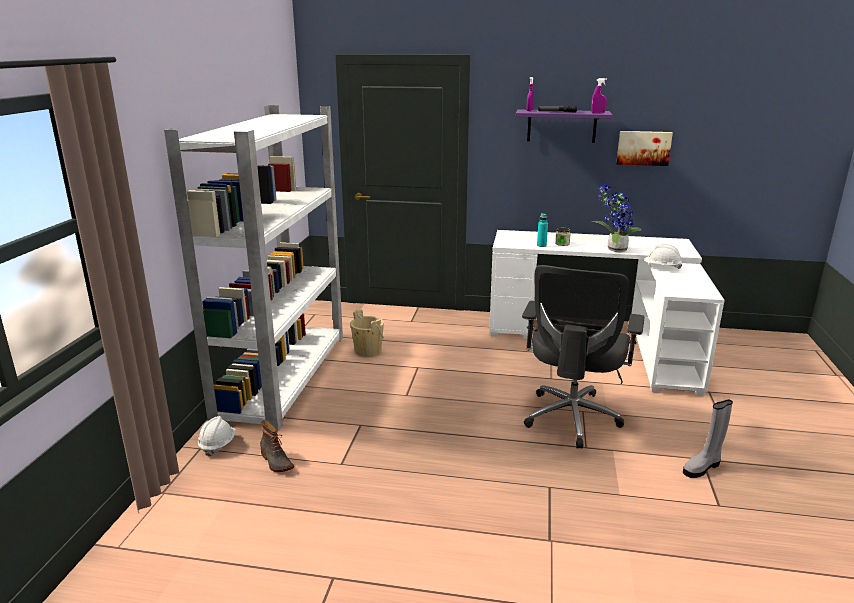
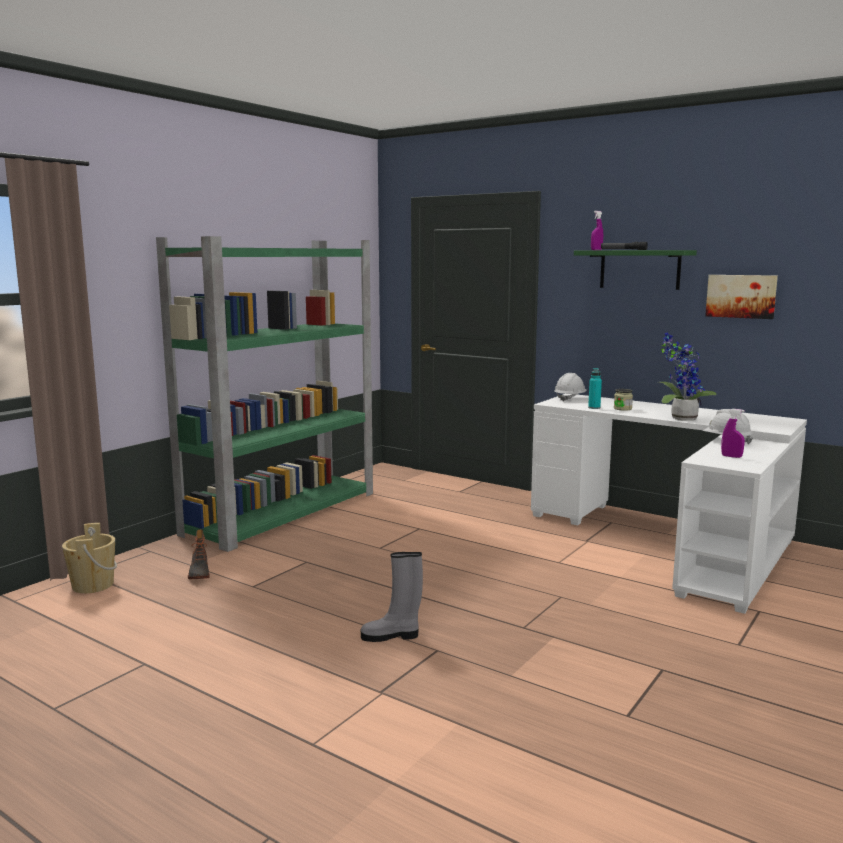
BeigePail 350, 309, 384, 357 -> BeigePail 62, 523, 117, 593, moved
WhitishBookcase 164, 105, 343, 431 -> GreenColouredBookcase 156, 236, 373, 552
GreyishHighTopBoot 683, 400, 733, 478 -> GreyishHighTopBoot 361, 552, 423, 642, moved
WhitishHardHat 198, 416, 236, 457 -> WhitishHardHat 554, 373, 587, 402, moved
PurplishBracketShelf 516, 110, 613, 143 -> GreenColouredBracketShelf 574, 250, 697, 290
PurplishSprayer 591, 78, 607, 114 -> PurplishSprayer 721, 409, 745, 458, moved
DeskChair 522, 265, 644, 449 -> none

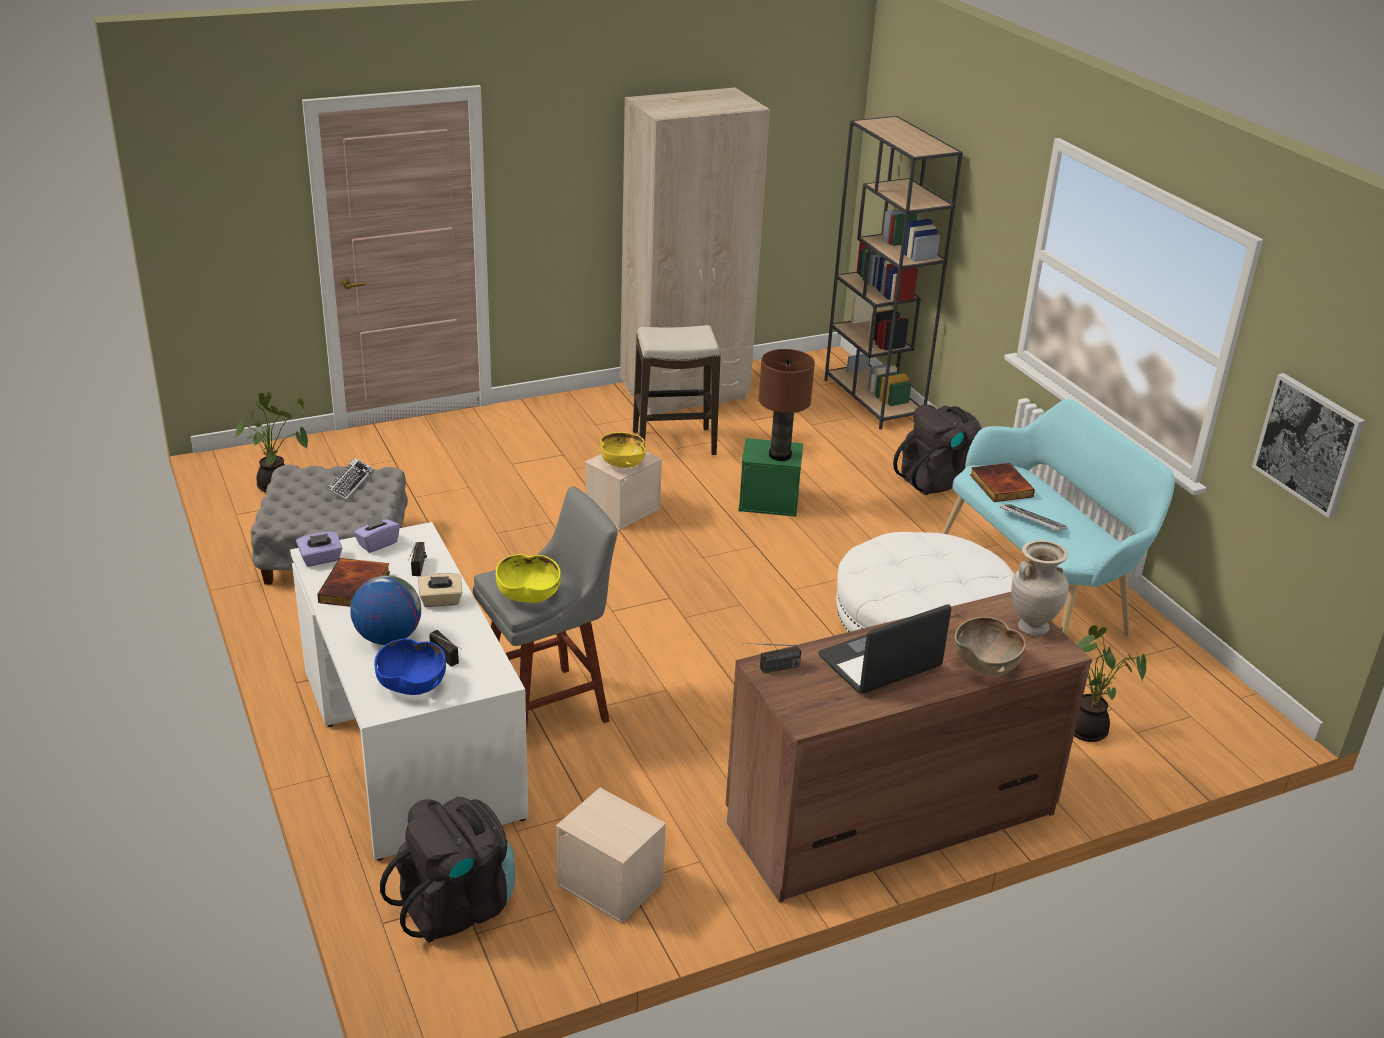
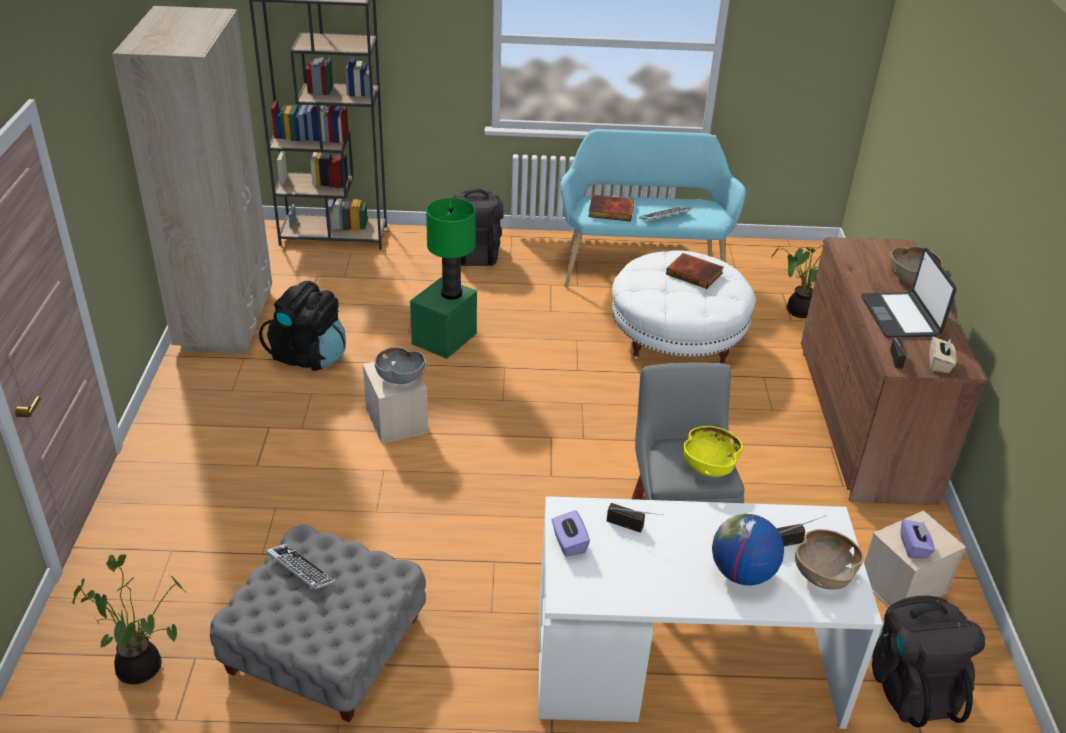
SittingStool 633, 325, 721, 455 -> BlackKnapsack 259, 281, 346, 371
YellowDeepDish 600, 432, 646, 468 -> GreyishDeepDish 375, 347, 425, 384
BrownishTableLamp 759, 349, 815, 461 -> GreenColouredTableLamp 426, 198, 476, 300
BoundBook 317, 558, 390, 607 -> BoundBook 666, 253, 723, 289, moved
BlueColouredDeepDish 374, 639, 446, 695 -> BrownishDeepDish 795, 529, 864, 590
PurplishBoxOfTissues 296, 531, 342, 567 -> PurplishBoxOfTissues 900, 519, 935, 558, moved
BeigeBoxOfTissues 418, 573, 462, 607 -> BeigeBoxOfTissues 929, 337, 957, 373, moved
BeigeDecorativeVase 1012, 540, 1069, 636 -> none
WallPicture 1252, 373, 1365, 518 -> none

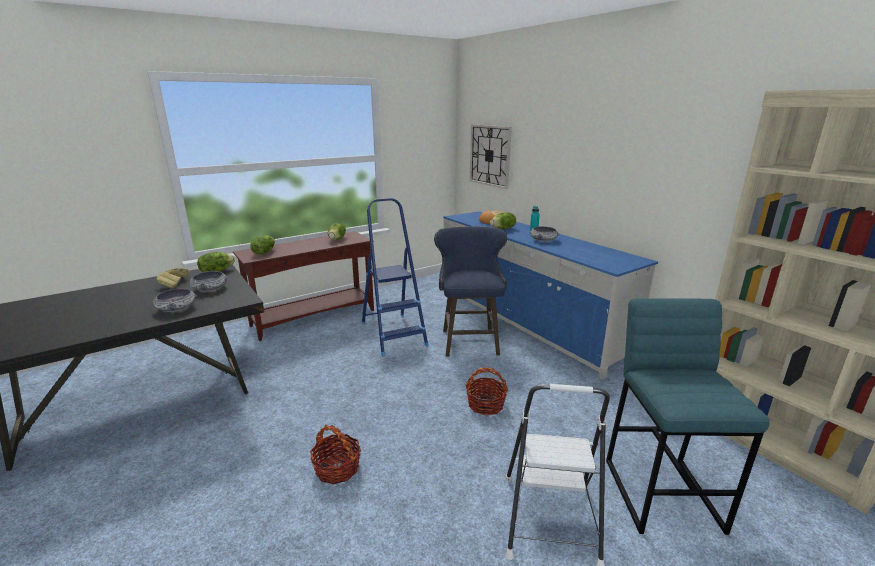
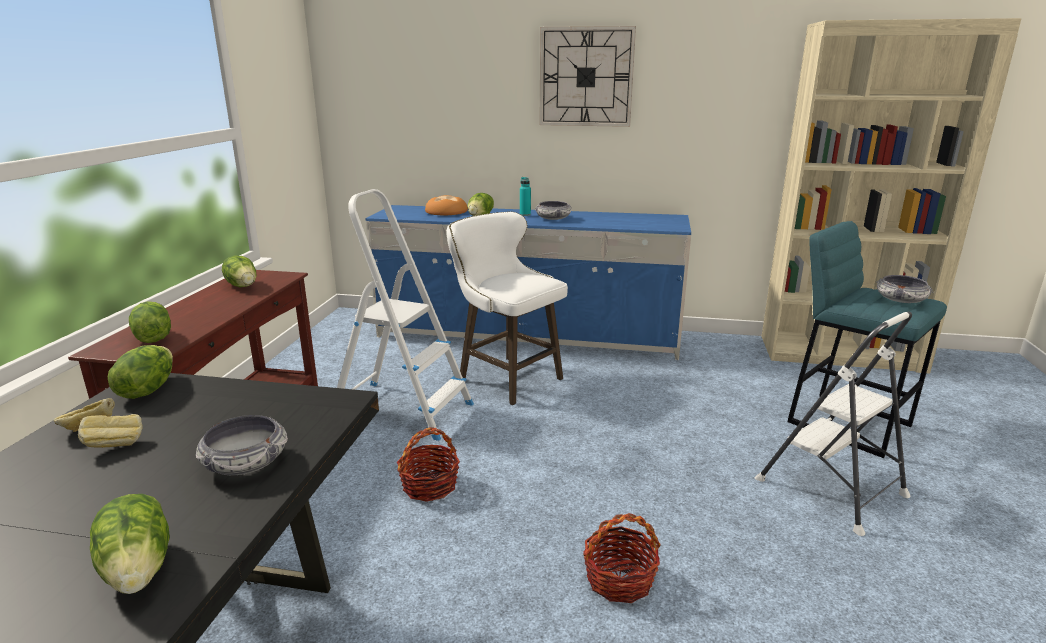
none -> HeadOfLettuce 90, 494, 170, 594
BlueColouredStepladder 362, 198, 428, 356 -> WhitishStepladder 337, 189, 474, 441
Basket 465, 367, 508, 415 -> Basket 397, 427, 460, 502, moved
BlueColouredSittingStool 434, 226, 507, 357 -> WhitishSittingStool 446, 212, 568, 405
HangingClock 470, 124, 512, 189 -> HangingClock 539, 26, 636, 127, moved
DeepDish 190, 271, 227, 291 -> DeepDish 876, 275, 933, 303, moved

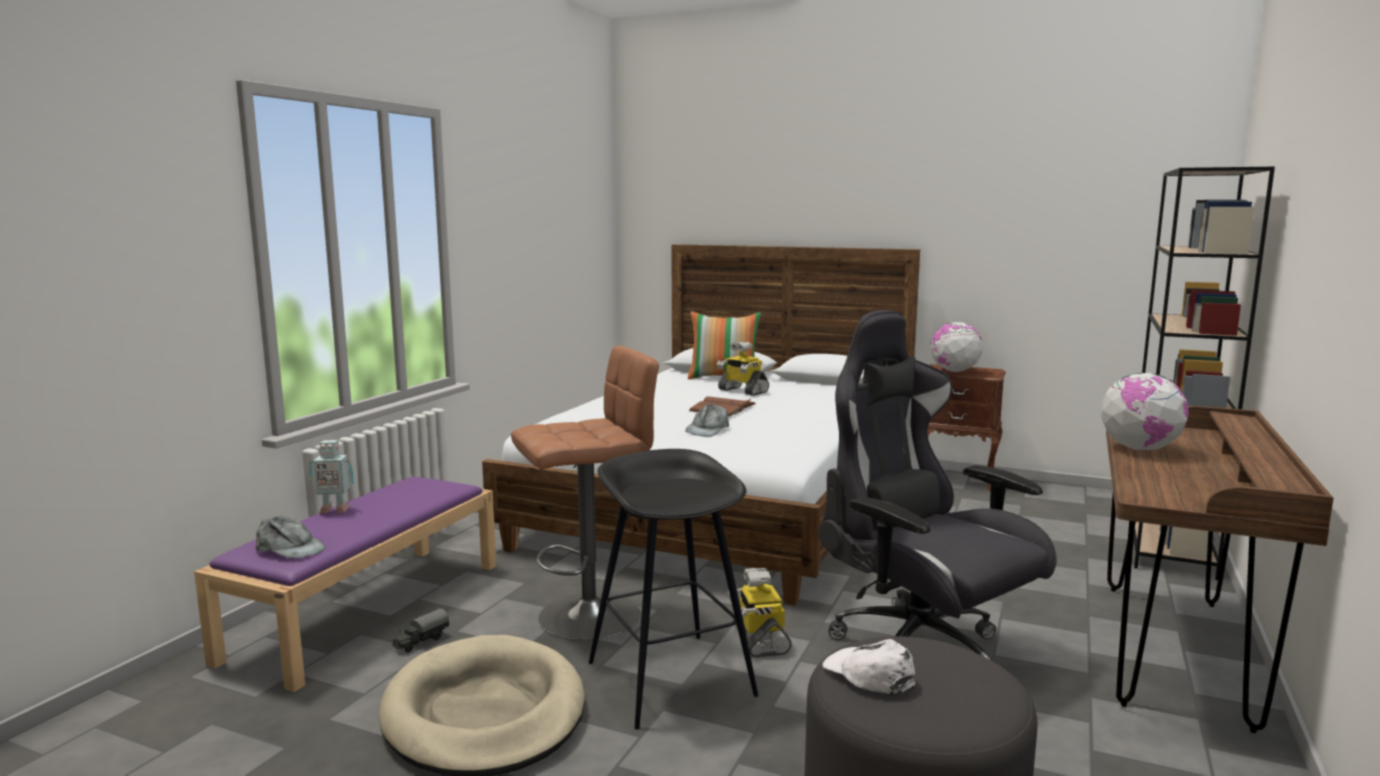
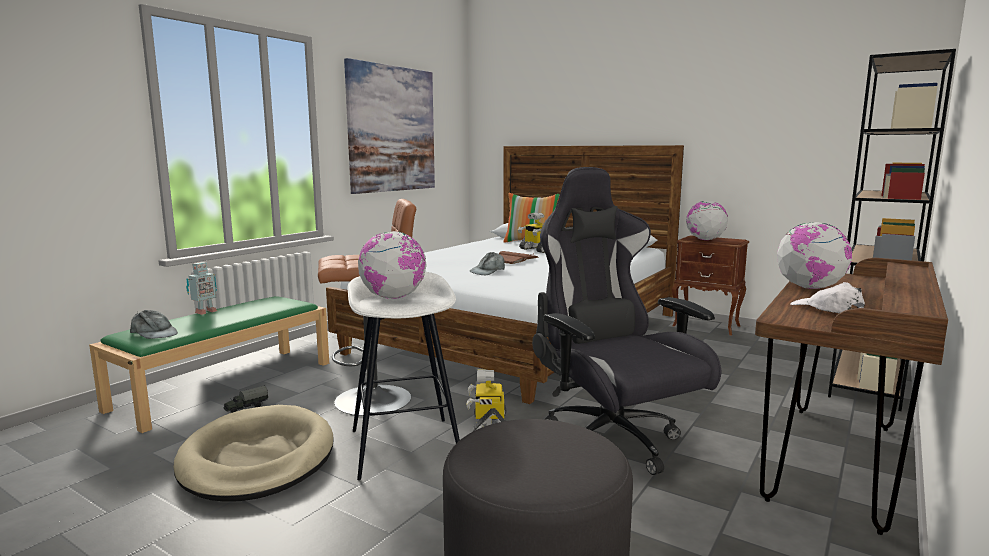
PurplishBench 194, 477, 496, 692 -> GreenColouredBench 89, 296, 329, 433
RobotFigure 309, 440, 353, 513 -> RobotFigure 186, 262, 217, 315, 60 degrees counterclockwise
none -> WallPicture 344, 58, 435, 194
BlackSittingStool 589, 449, 758, 730 -> WhitishSittingStool 348, 272, 460, 480
none -> DeskGlobe 358, 231, 427, 299
WhitishCap 822, 639, 916, 695 -> WhitishCap 790, 282, 865, 313, moved

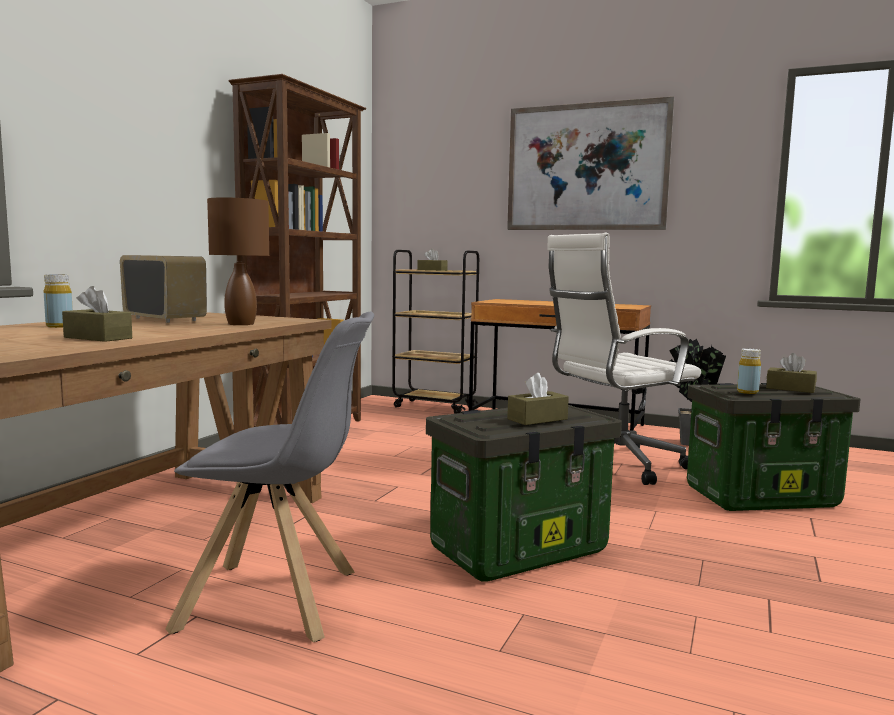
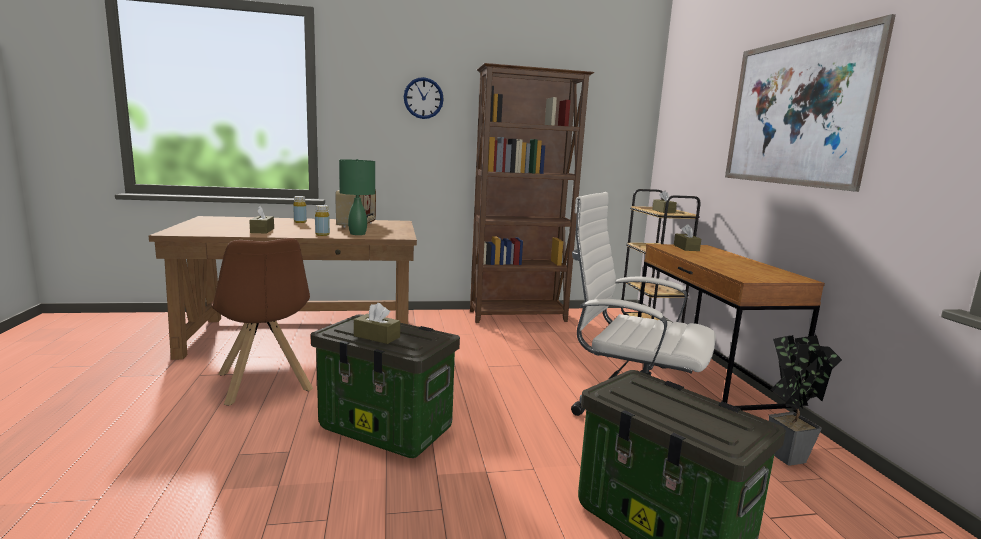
GreyishChair 165, 312, 374, 642 -> BrownishChair 211, 238, 313, 406
YellowBottle 737, 348, 761, 394 -> YellowBottle 315, 205, 330, 236, moved
BrownishTableLamp 207, 197, 269, 325 -> GreenColouredTableLamp 339, 159, 375, 235
none -> HangingClock 404, 77, 444, 119
BrownishBoxOfTissues 766, 353, 817, 393 -> BrownishBoxOfTissues 674, 224, 701, 251, moved

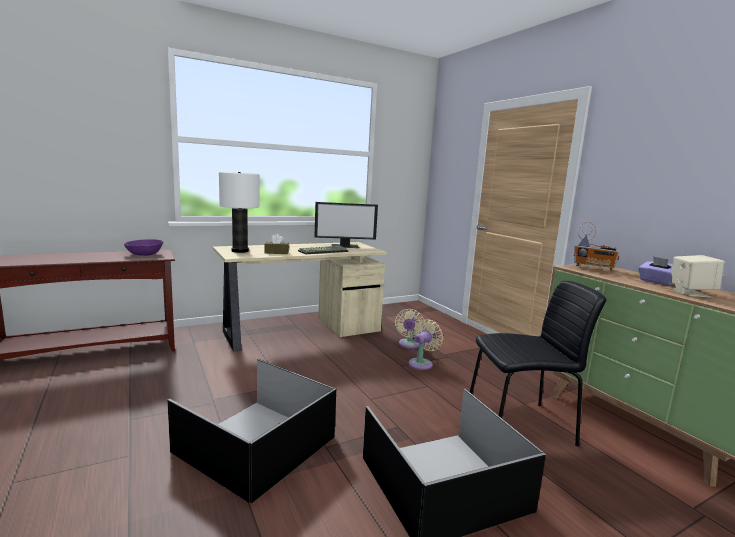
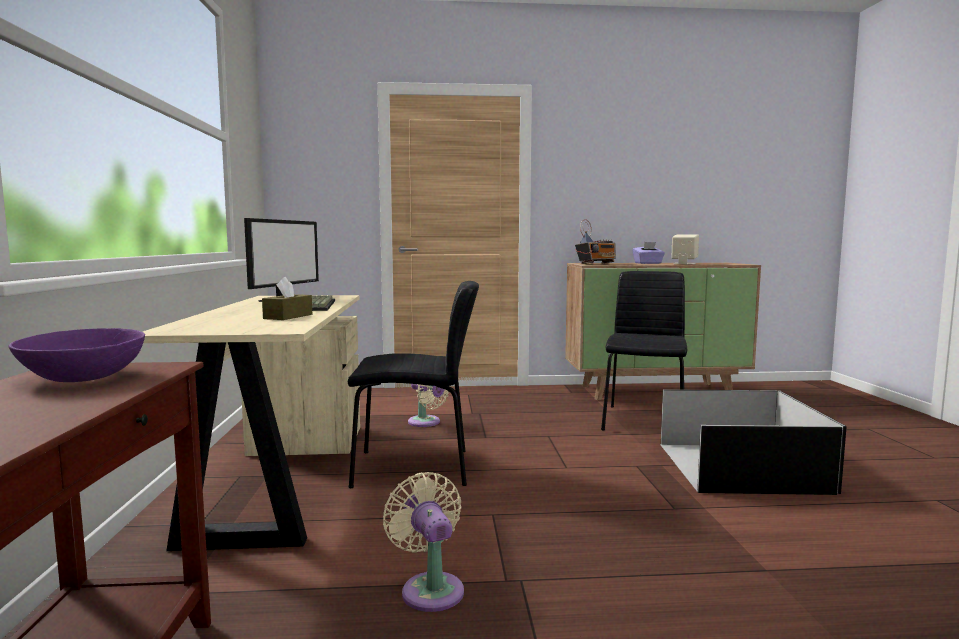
none -> BlackChair 348, 281, 479, 488
BeigeFan 409, 319, 443, 370 -> BeigeFan 383, 472, 464, 612, moved
BlackStorageBin 167, 359, 336, 503 -> none
WhitishTableLamp 219, 172, 259, 253 -> none

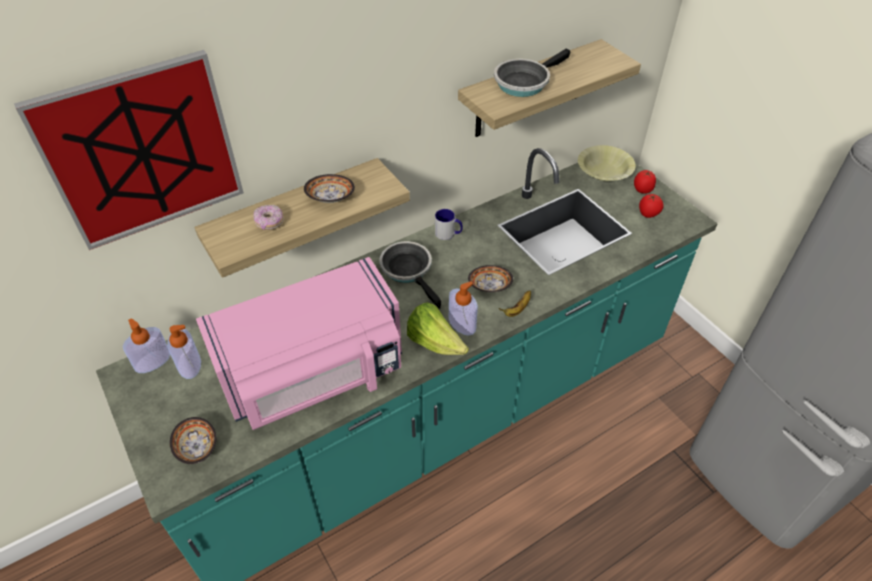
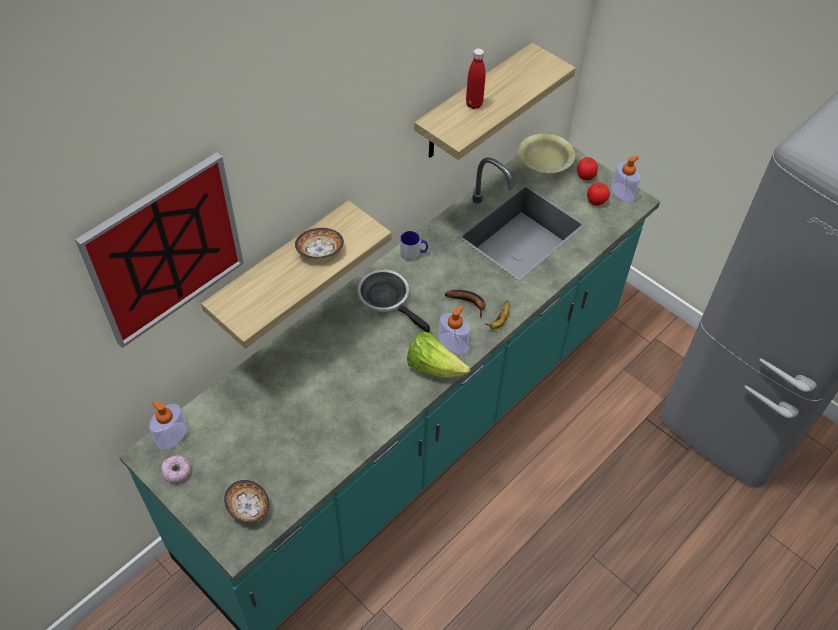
Doughnut 253, 205, 284, 230 -> Doughnut 161, 455, 191, 484, moved
DeepDish 468, 265, 513, 292 -> BananaFruit 445, 290, 486, 318
Skillet 494, 48, 570, 97 -> RedColouredBottle 466, 48, 485, 109
SoapBottle 167, 325, 201, 379 -> SoapBottle 611, 156, 640, 202, moved
PinkMicrowave 196, 257, 402, 430 -> none

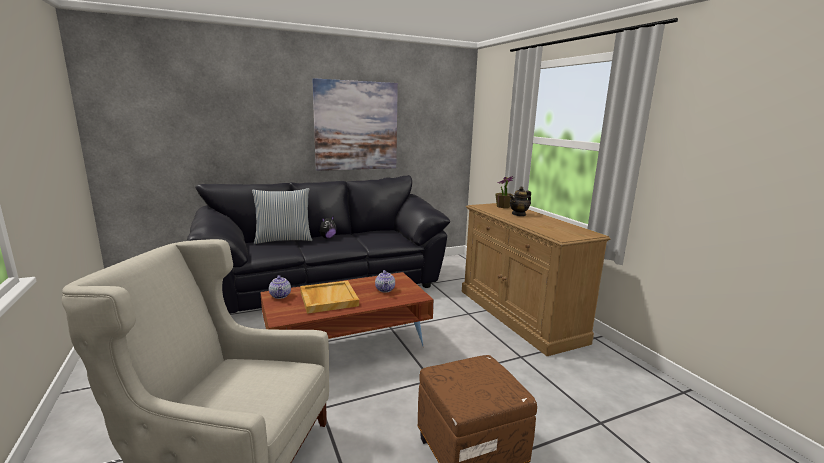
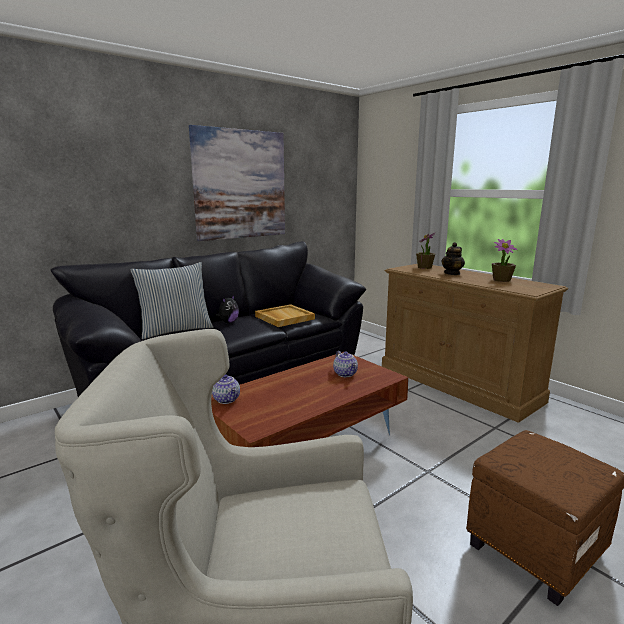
BeigeCarryingTray 300, 281, 359, 314 -> BeigeCarryingTray 255, 304, 315, 327, moved
none -> Houseplant 492, 239, 518, 282

